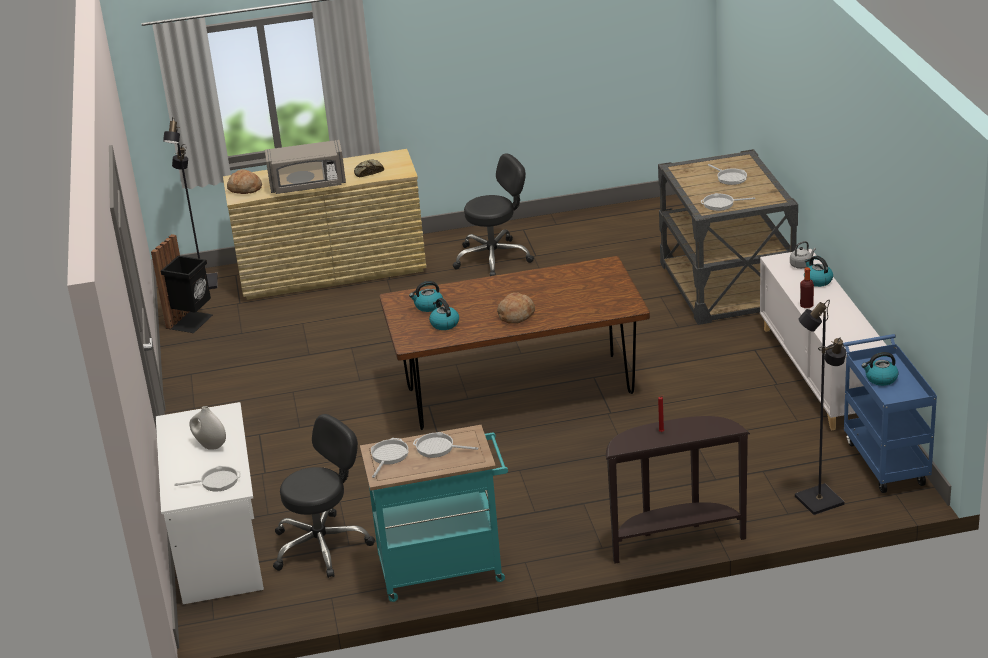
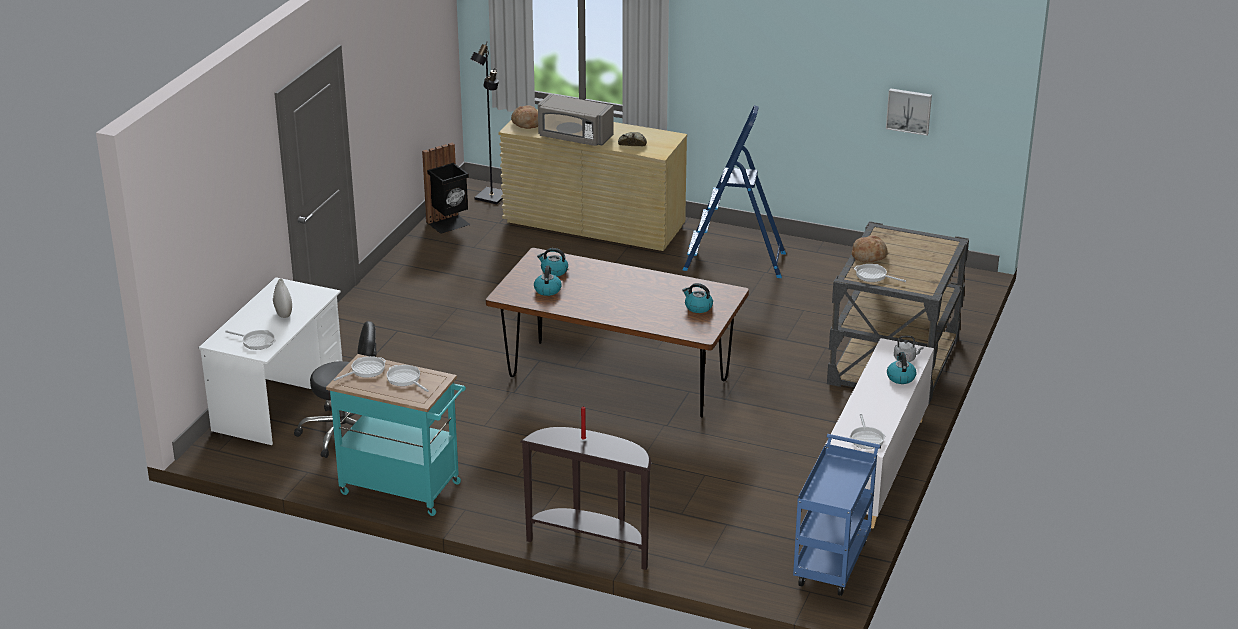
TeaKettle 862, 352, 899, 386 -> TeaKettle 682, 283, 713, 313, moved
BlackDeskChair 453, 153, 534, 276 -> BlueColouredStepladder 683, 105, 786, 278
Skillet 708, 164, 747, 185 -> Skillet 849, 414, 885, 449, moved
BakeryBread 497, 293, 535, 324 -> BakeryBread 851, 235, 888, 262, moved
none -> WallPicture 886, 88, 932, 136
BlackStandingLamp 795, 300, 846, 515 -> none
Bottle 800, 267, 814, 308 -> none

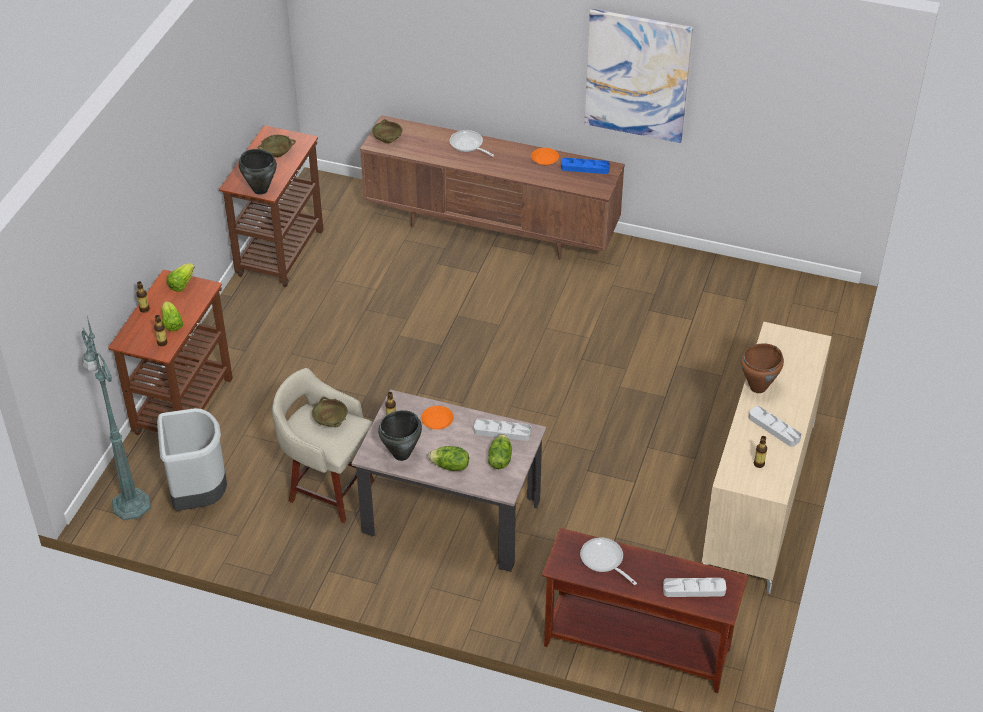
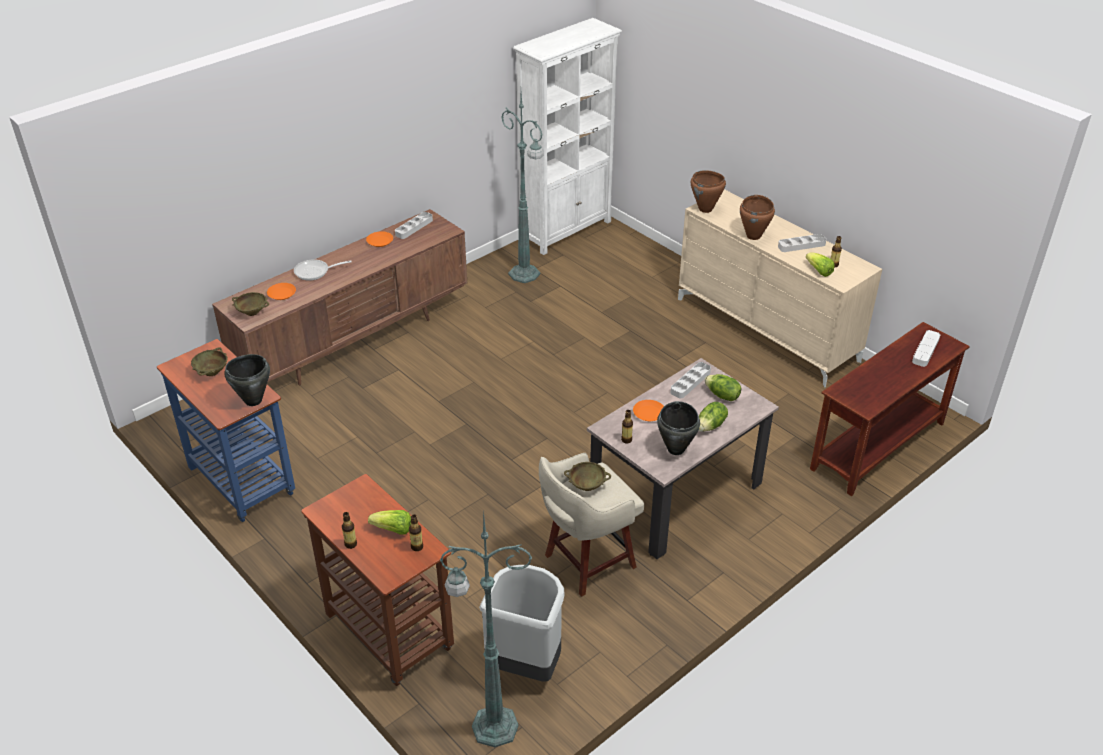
BrownishTrolley 219, 126, 323, 287 -> BlueColouredTrolley 157, 339, 295, 522
none -> OrangeyPlate 267, 283, 296, 300
BlueColouredCarryingTray 561, 158, 610, 174 -> GreyishCarryingTray 395, 212, 433, 239
none -> GreenColouredStandingLamp 501, 92, 544, 283
none -> WhitishBookcase 513, 18, 622, 255
none -> BrownishSaucepot 691, 170, 726, 213
HeadOfLettuce 166, 263, 195, 292 -> HeadOfLettuce 806, 252, 835, 277, moved
Skillet 580, 538, 637, 585 -> none
WallPicture 584, 9, 693, 143 -> none

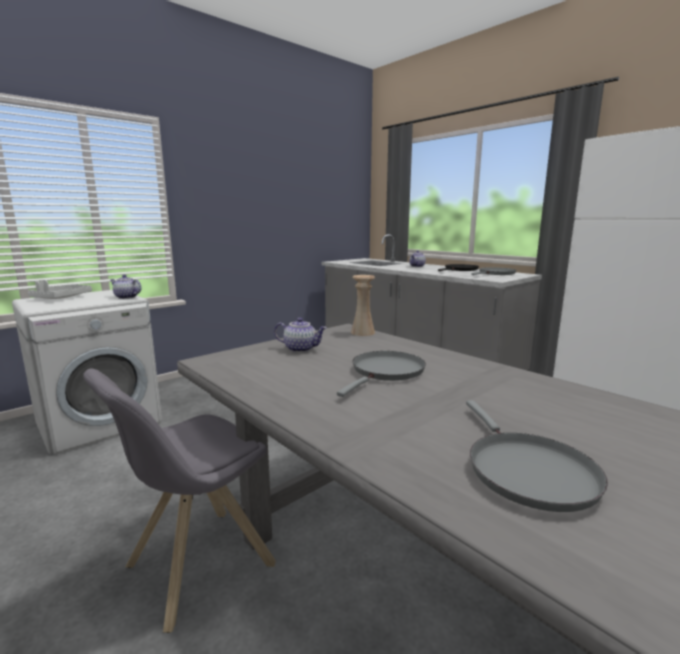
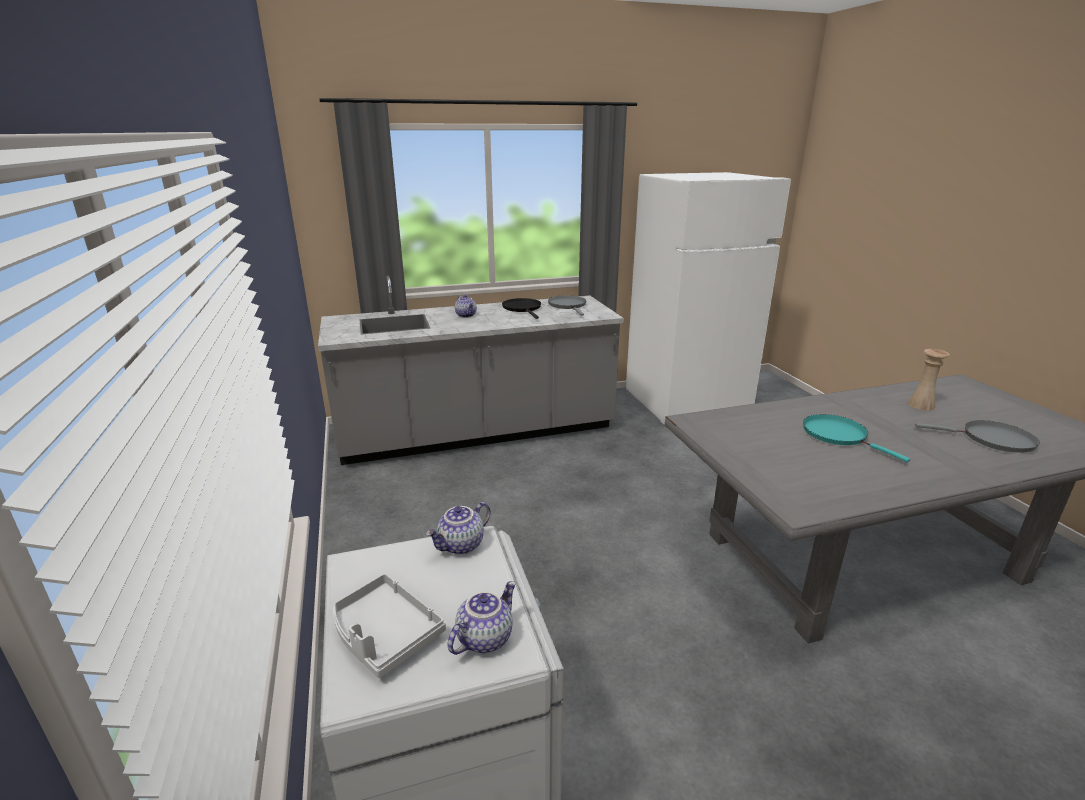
TeaPot 274, 318, 327, 353 -> TeaPot 447, 581, 516, 655, moved
GreyishSkillet 337, 351, 426, 397 -> TurquoiseColouredSkillet 803, 414, 910, 462
BeigeDecorativeVase 351, 275, 375, 336 -> BeigeDecorativeVase 908, 349, 950, 411, moved
GreyishChair 83, 369, 276, 633 -> none

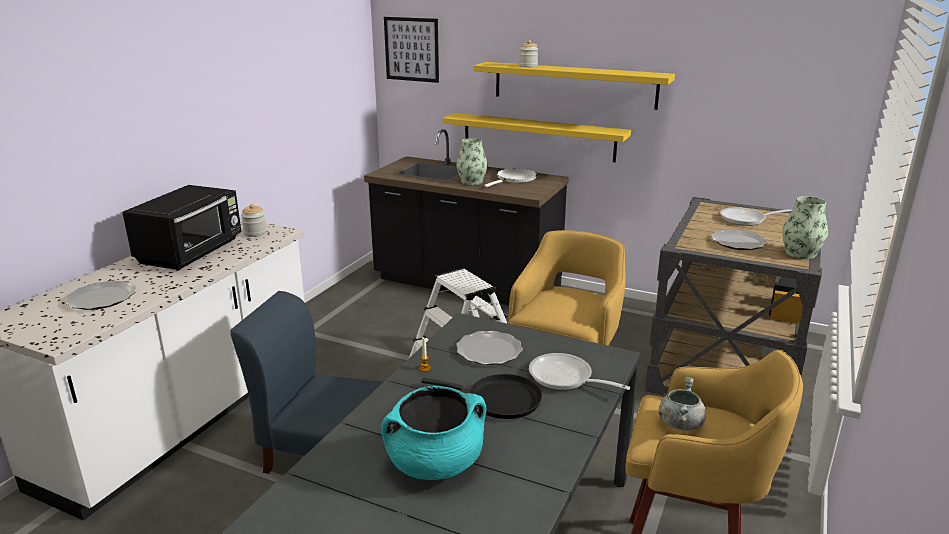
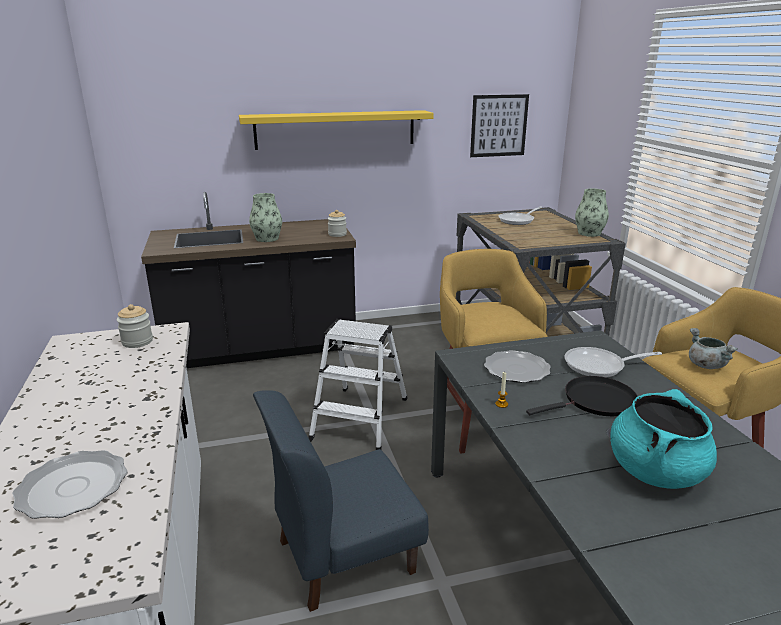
StorageJar 519, 40, 538, 68 -> StorageJar 328, 210, 347, 237, moved
WallPicture 384, 17, 439, 83 -> WallPicture 470, 94, 529, 157, moved
BlackMicrowave 122, 185, 241, 271 -> none
YellowBracketShelf 443, 113, 631, 162 -> none
WhitishSkillet 484, 168, 537, 187 -> none
Plate 711, 229, 768, 250 -> none

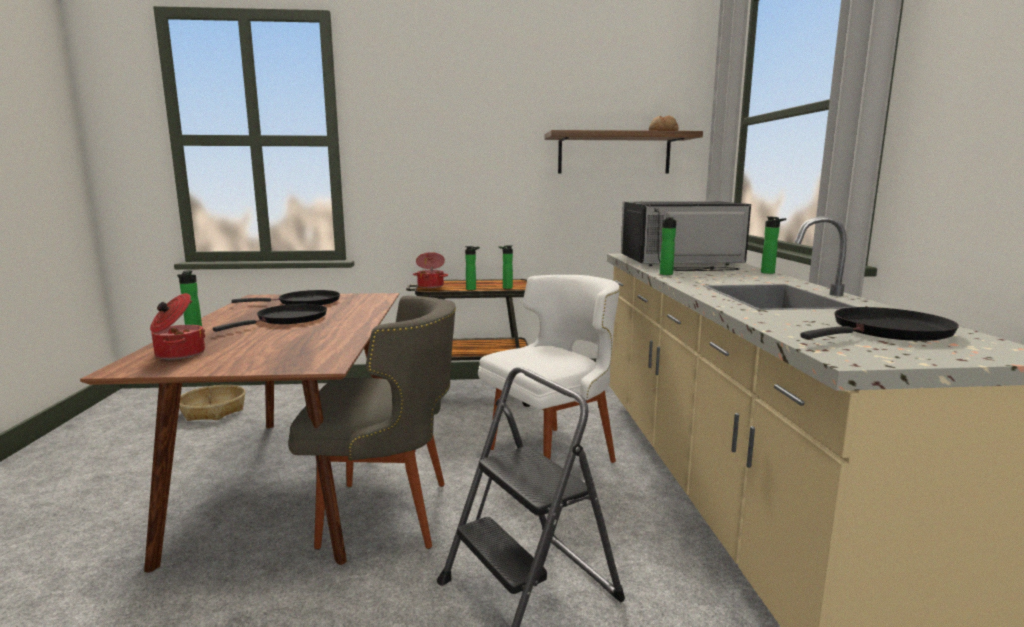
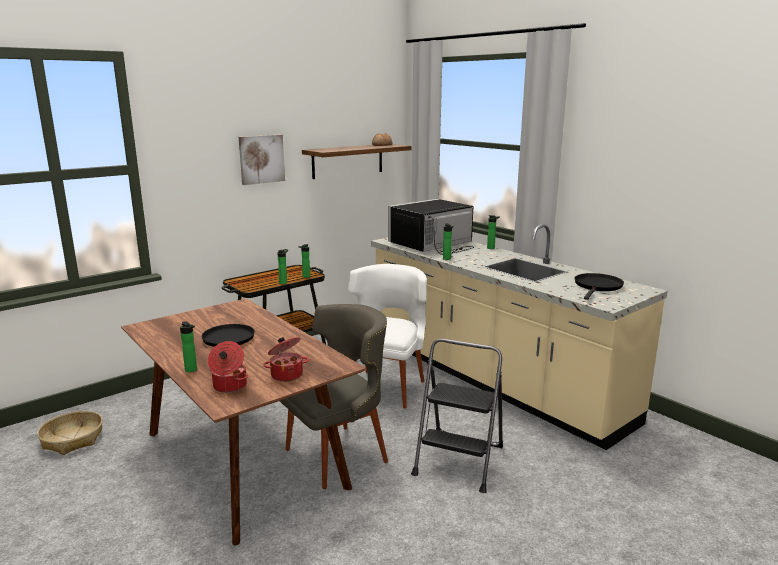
none -> WallPicture 239, 135, 285, 185
Saucepot 413, 252, 448, 288 -> Saucepot 263, 337, 309, 382, moved
BlackSkillet 232, 290, 340, 305 -> none

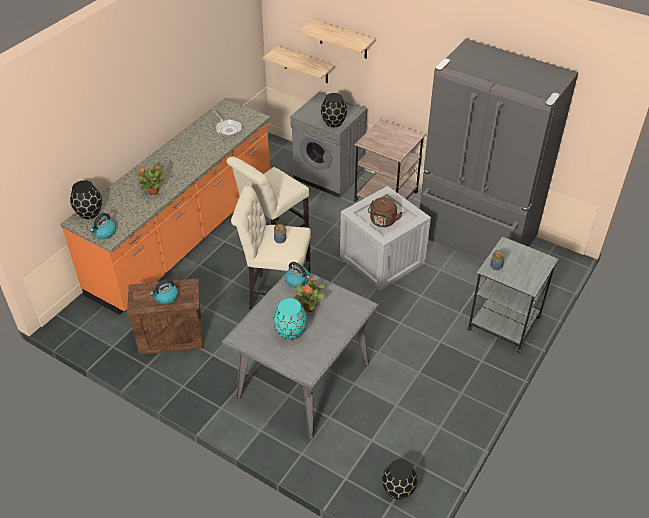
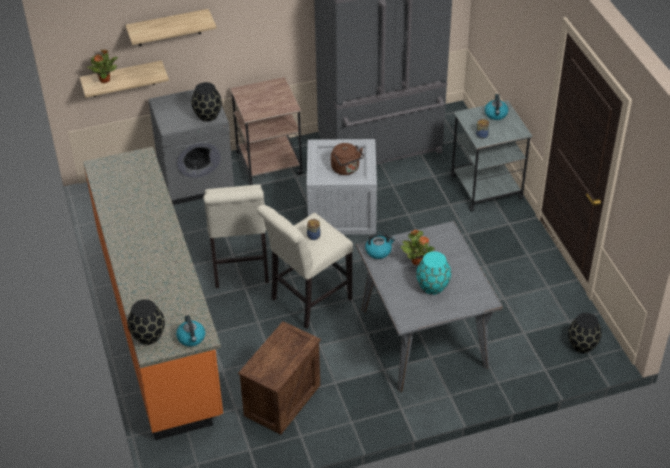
Houseplant 136, 165, 165, 195 -> Houseplant 87, 50, 118, 83, moved
TeaKettle 150, 279, 178, 304 -> TeaKettle 485, 94, 509, 120, moved
Skillet 212, 111, 242, 138 -> none

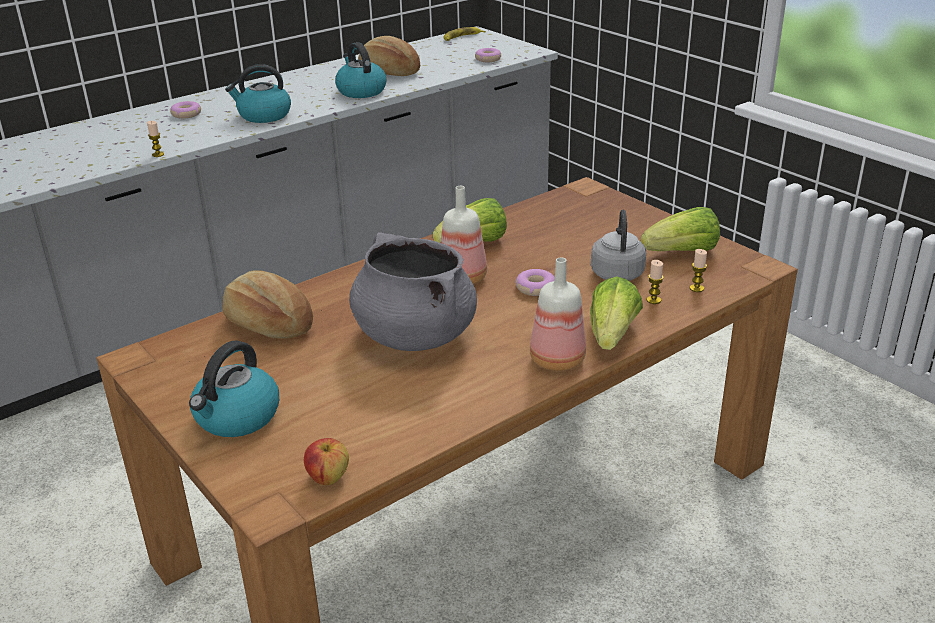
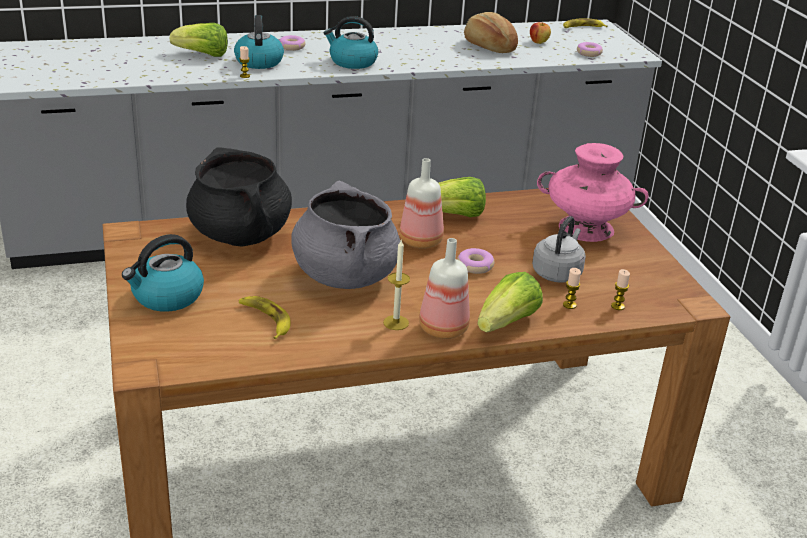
HeadOfLettuce 641, 207, 720, 251 -> HeadOfLettuce 170, 23, 228, 57, moved
BakeryBread 222, 270, 313, 339 -> BlackSaucepot 186, 147, 292, 247
TeaKettle 335, 42, 386, 98 -> TeaKettle 234, 15, 284, 69, moved
none -> BananaFruit 239, 296, 291, 339
none -> WaxCandle 383, 240, 410, 330
AppleFruit 304, 438, 349, 485 -> AppleFruit 530, 22, 551, 44, moved
none -> PinkDecorativeVase 537, 143, 648, 242

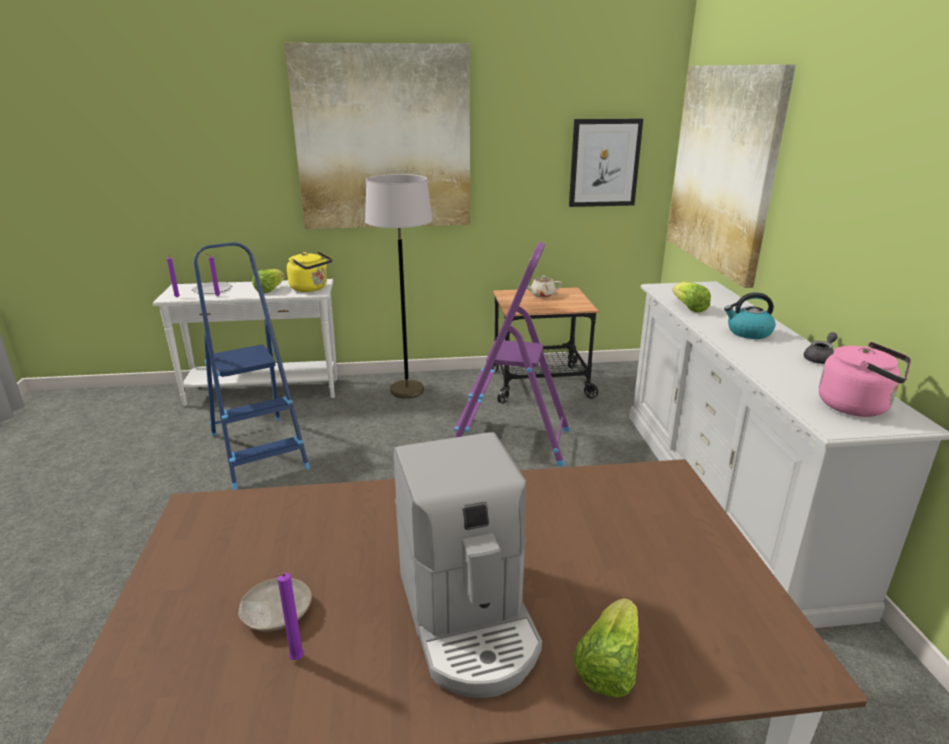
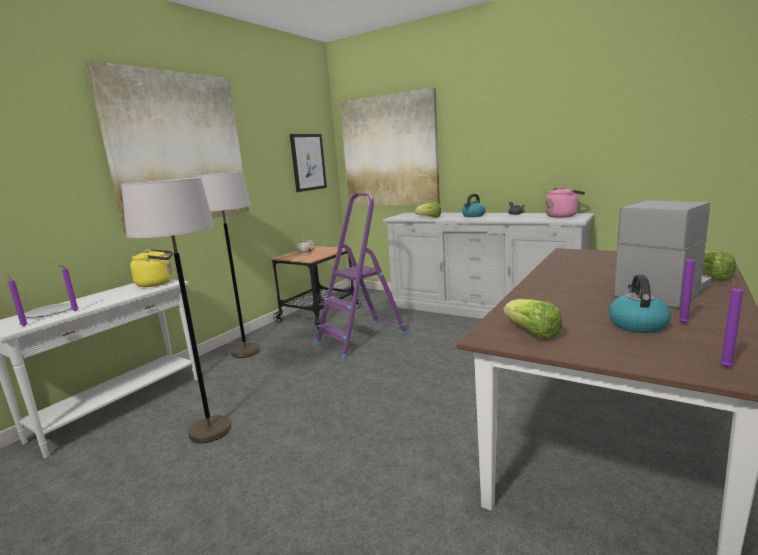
BlueColouredStepladder 194, 242, 310, 490 -> GreyishStandingLamp 121, 178, 231, 443
HeadOfLettuce 252, 269, 285, 293 -> HeadOfLettuce 503, 299, 562, 340, moved
BeigePlate 238, 578, 312, 632 -> TeaKettle 609, 275, 671, 333
CoffeeBrewer 393, 432, 542, 698 -> CoffeeBrewer 614, 200, 712, 308, 60 degrees counterclockwise
none -> PurplishWaxCandle 720, 278, 743, 368

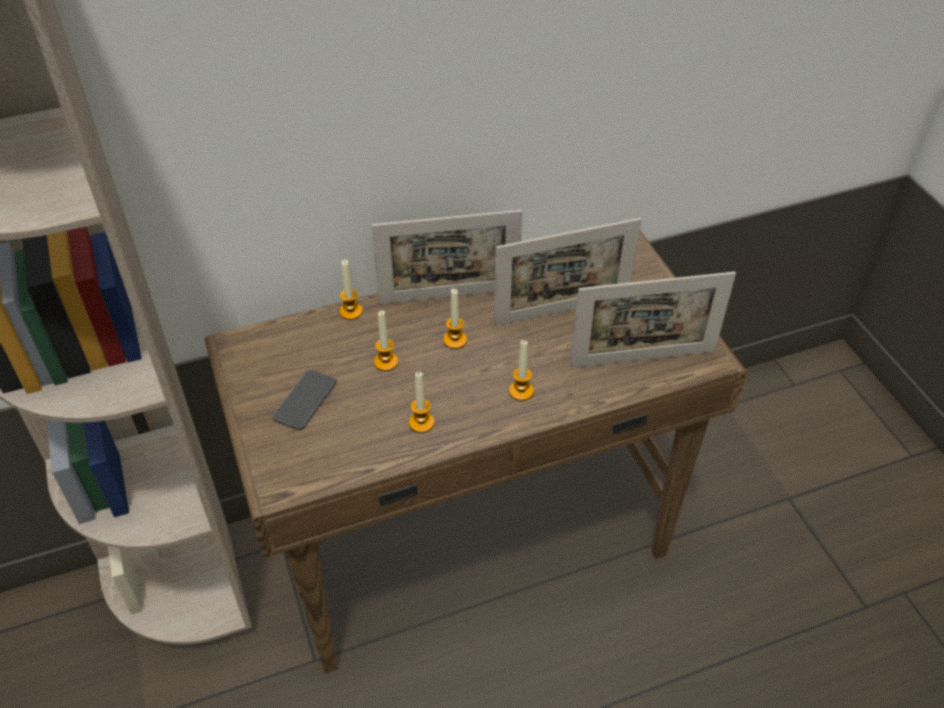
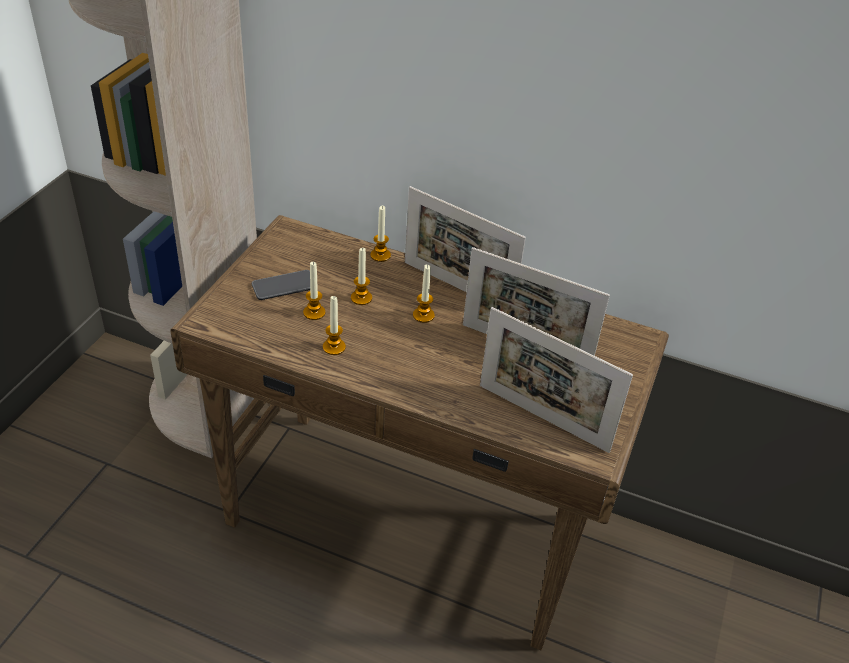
WaxCandle 509, 340, 534, 401 -> WaxCandle 303, 262, 325, 320, moved

